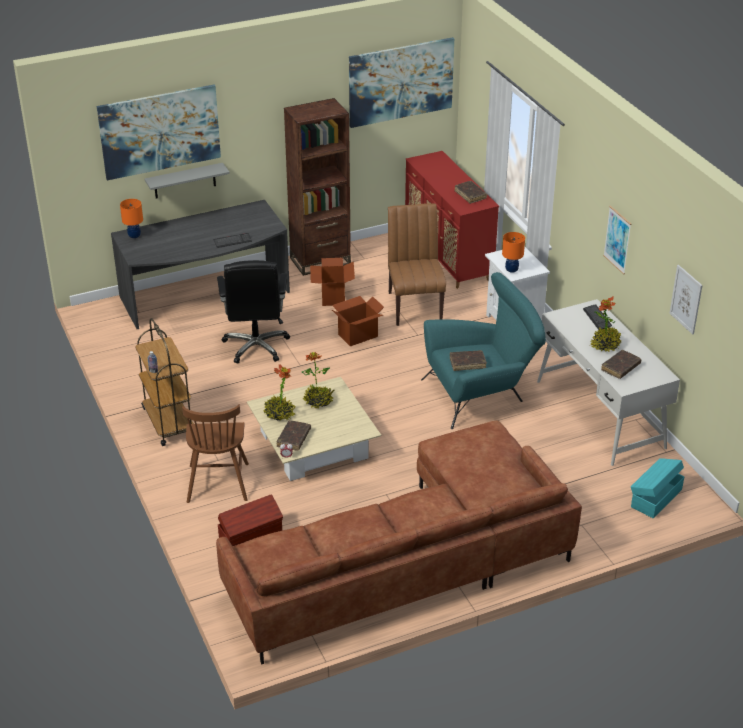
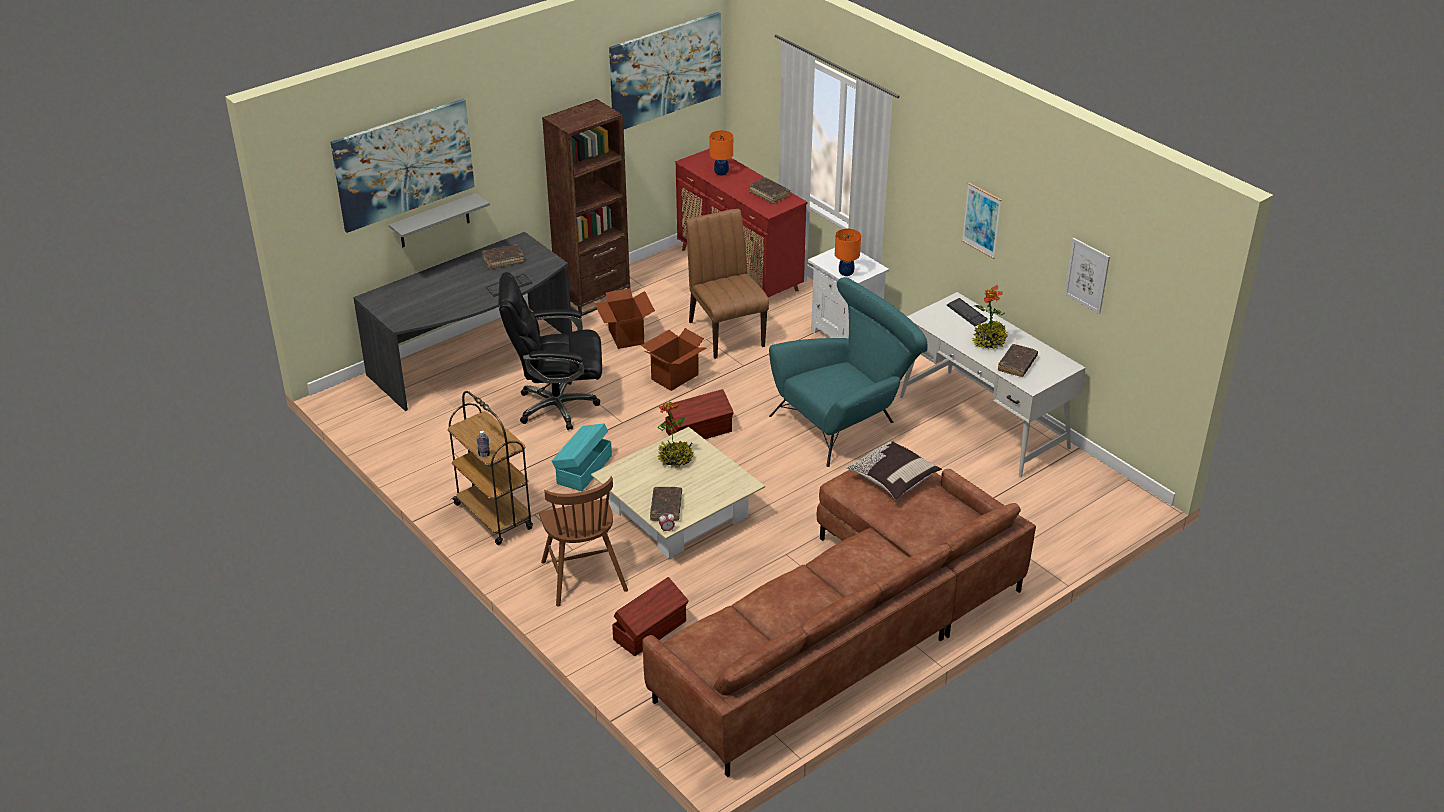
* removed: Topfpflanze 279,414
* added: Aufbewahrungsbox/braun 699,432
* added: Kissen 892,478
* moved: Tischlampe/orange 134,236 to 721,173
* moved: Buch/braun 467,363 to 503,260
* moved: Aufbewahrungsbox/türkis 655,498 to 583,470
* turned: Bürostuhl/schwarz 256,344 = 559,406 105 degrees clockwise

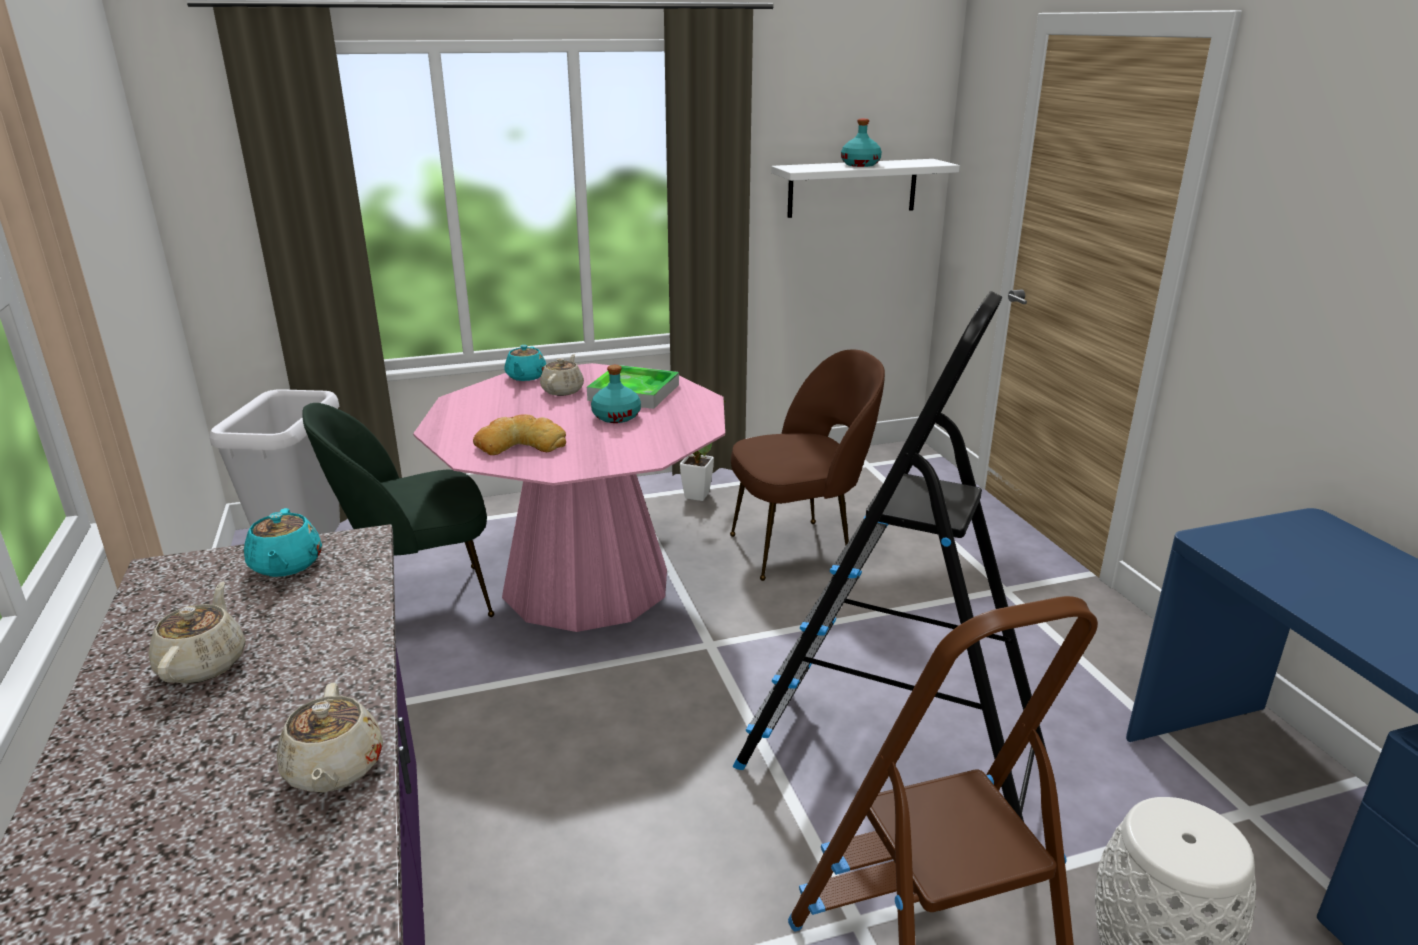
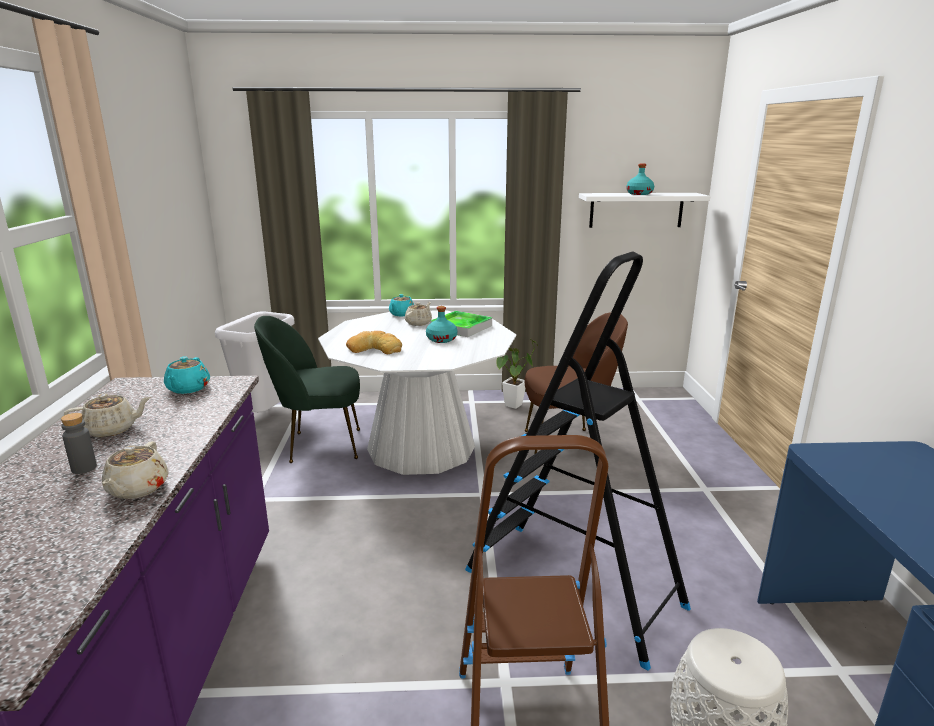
* added: Flasche/grau 84,468
* recoloured: Esstisch/rosa 586,583 to Esstisch/weiß 421,447
* turned: Teekanne/beige 204,664 = 112,429 60 degrees clockwise

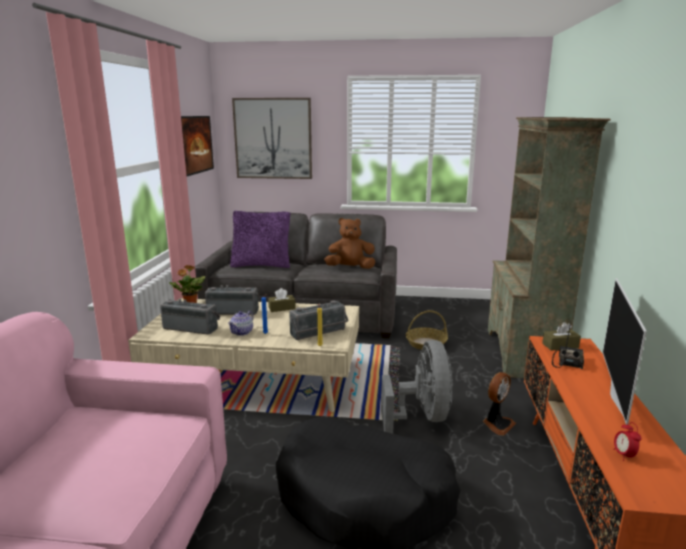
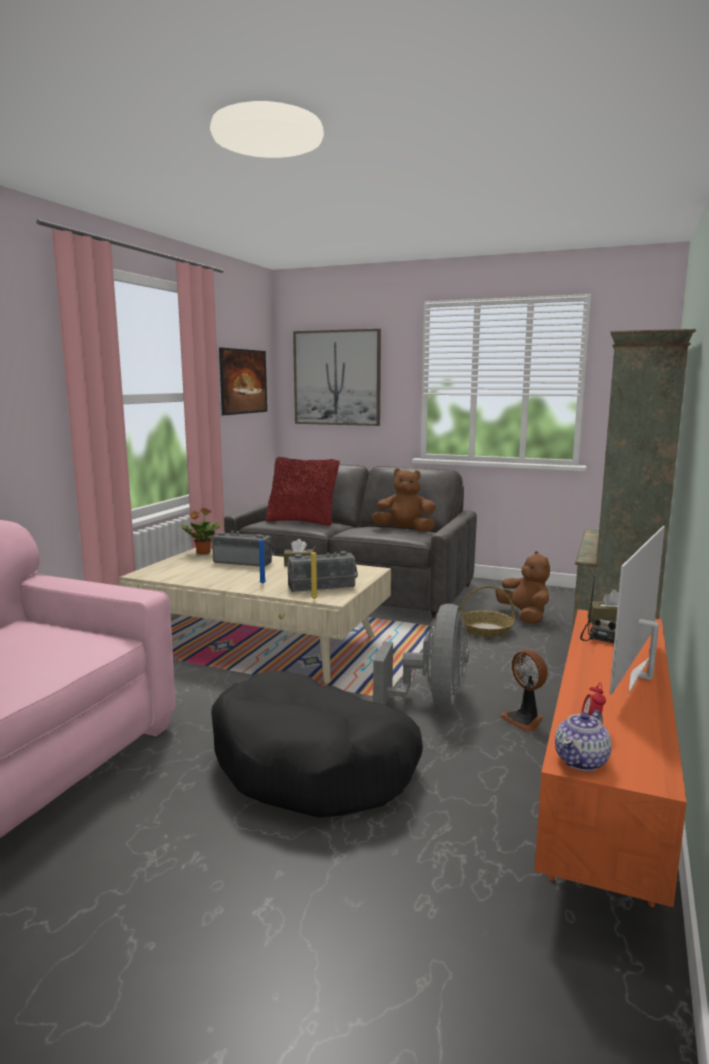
* removed: Radio 192,328
* added: Plüschtier/braun 524,616
* moved: Teekanne 242,332 to 582,761
* recoloured: Kissen/lila 262,264 to Kissen/rot 302,521
* turned: Ventilator 497,424 = 524,720 90 degrees clockwise

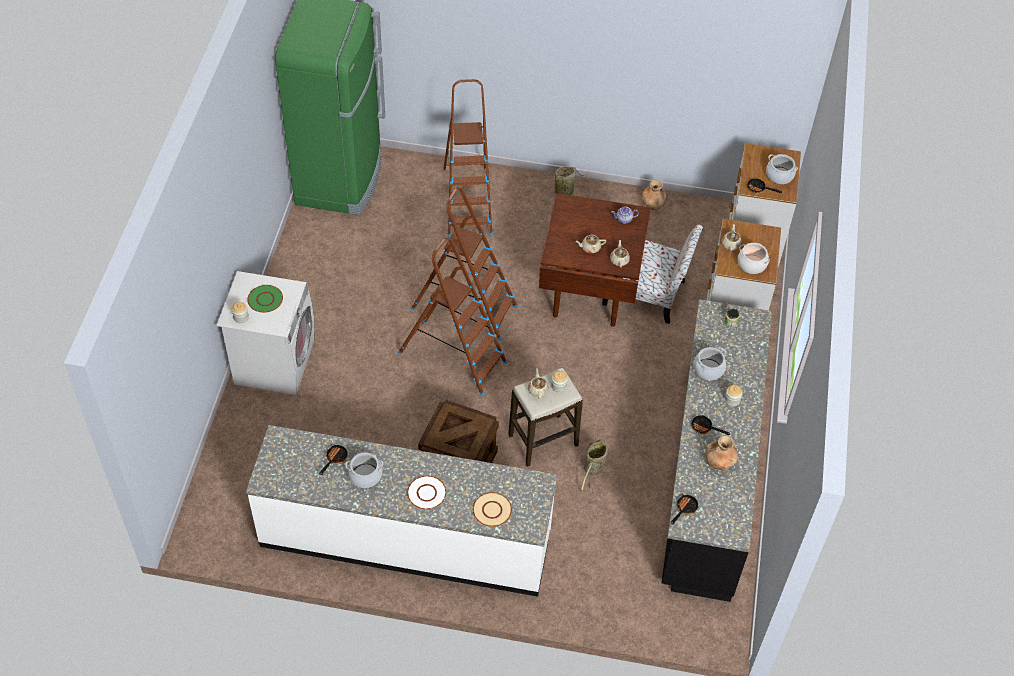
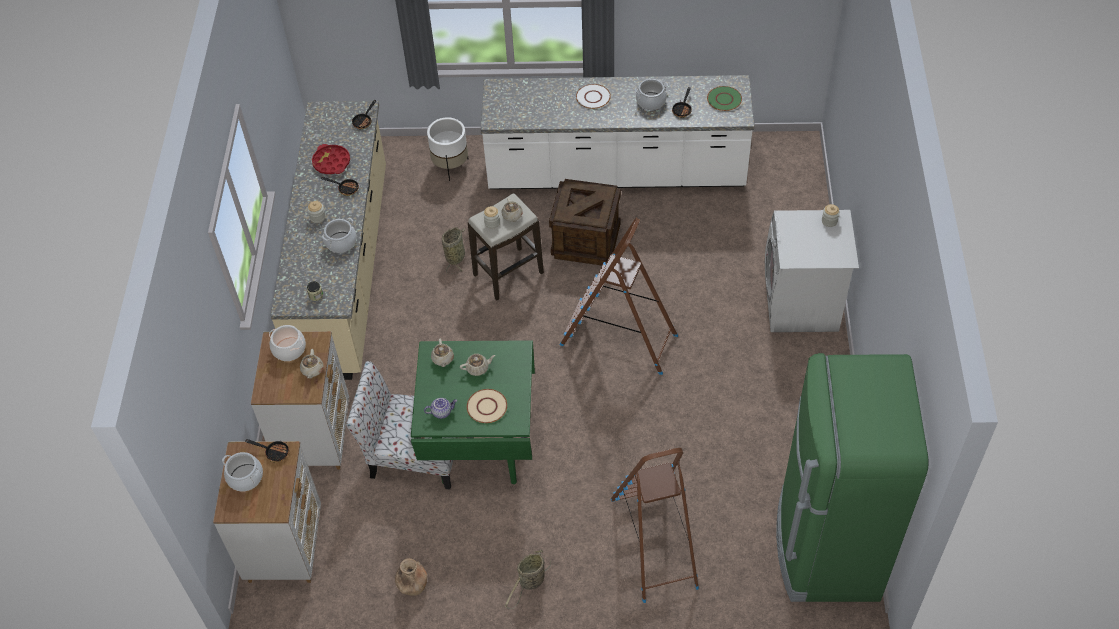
* removed: Trittleiter/braun 465,307
* added: Pflanzkübel/weiß 450,166
* moved: Teller/grün 265,299 to 724,99
* moved: Teller/beige 492,510 to 487,407
* replaced: Vase/braun 719,461 to Tablett/rot 331,162
* recoloured: Esstisch/braun 590,291 to Esstisch/grün 480,444
* recoloured: Küchenzeile/schwarz 707,474 to Küchenzeile/beige 345,270

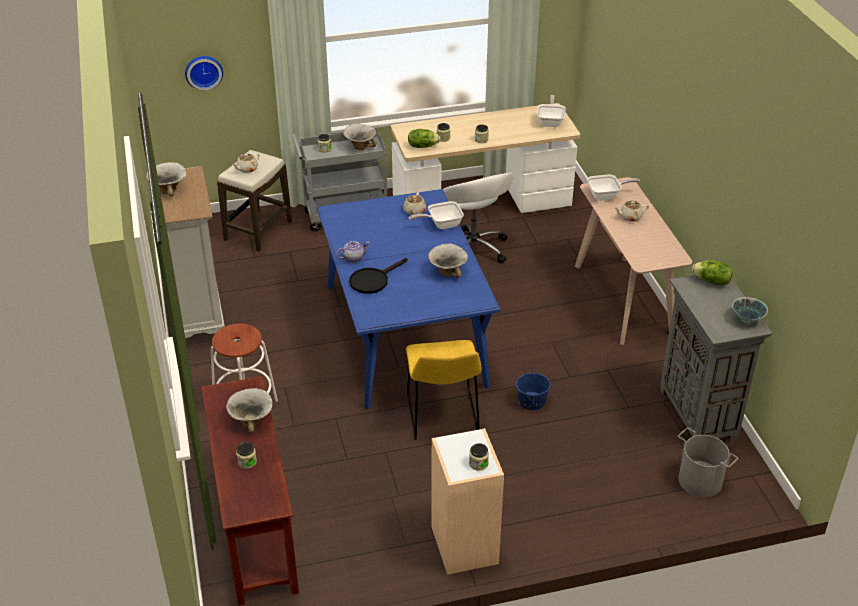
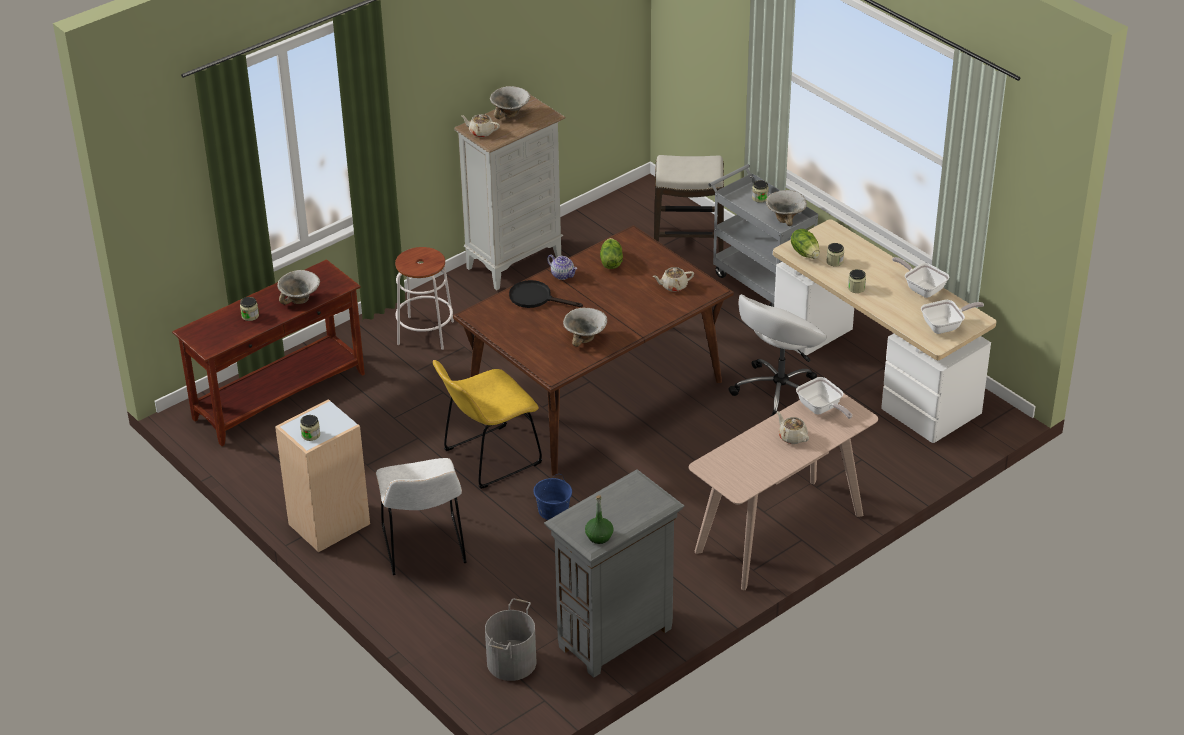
* removed: Wanduhr 203,71
* added: Stuhl/weiß 424,549
* moved: Teekanne/beige 247,169 to 481,132
* moved: Pfanne 441,224 to 922,288
* moved: Salatkopf 711,281 to 610,262
* replaced: Schüssel 747,319 to Flasche/grün 599,536
* recoloured: Esstisch/blau 403,334 to Esstisch/braun 595,393

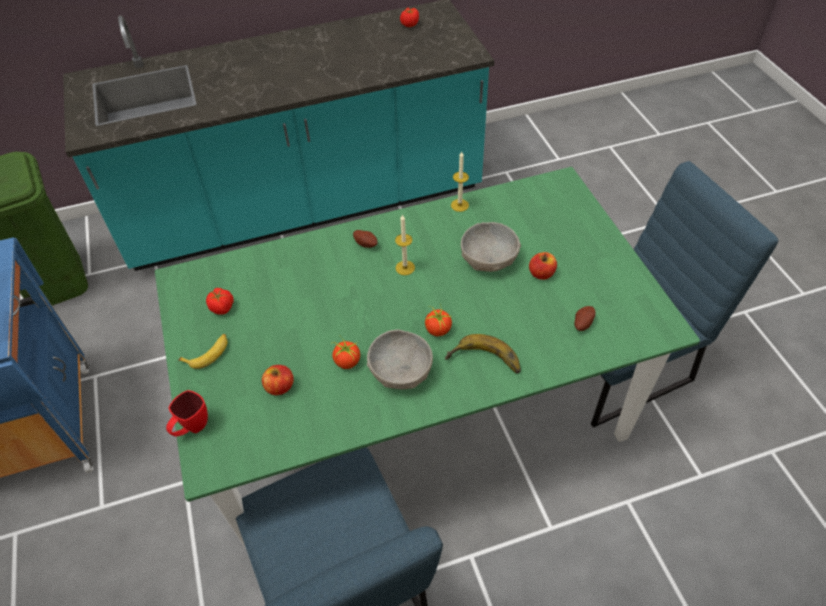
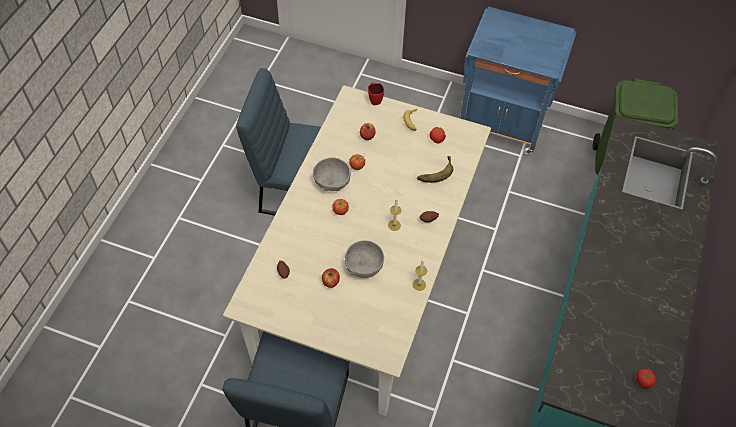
* moved: Banane 484,363 to 434,171
* recoloured: Esstisch/grün 417,414 to Esstisch/beige 364,279

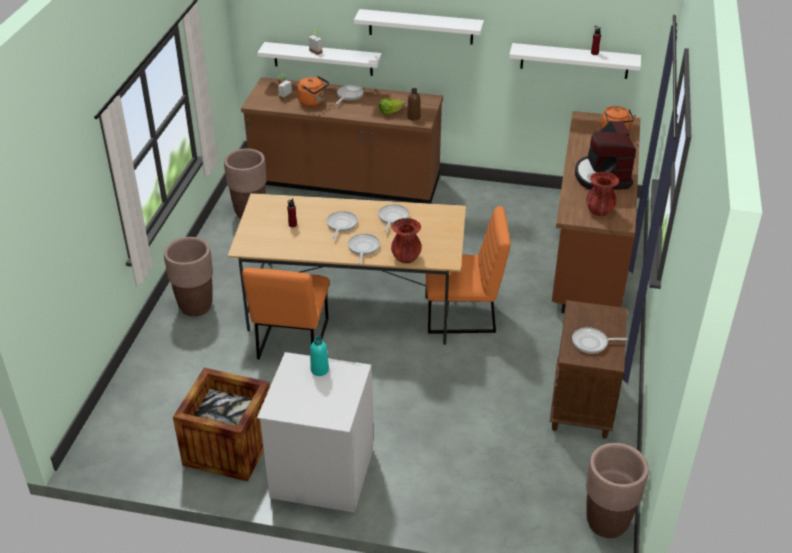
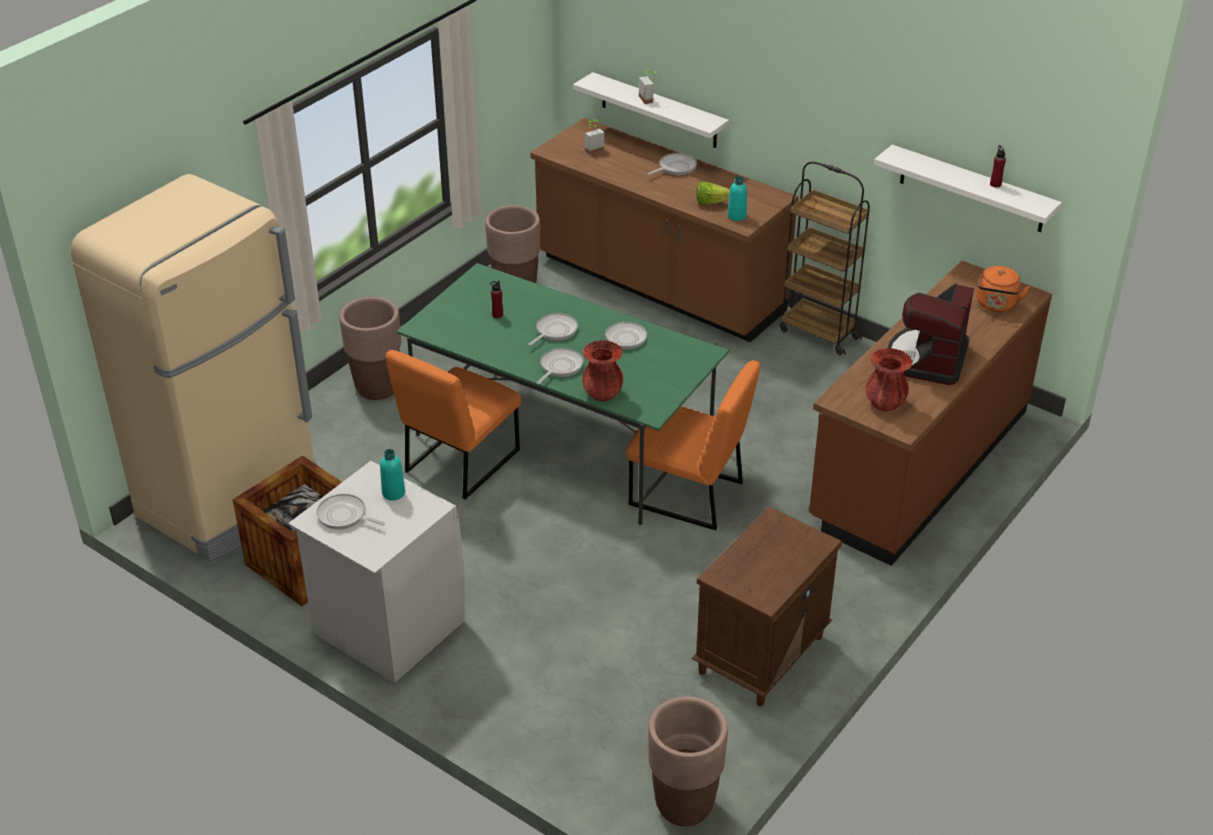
* removed: Wasserkessel/orange 313,102
* removed: Wandregal/weiß 420,26
* added: Kühlschrank/beige 231,500
* added: Rollwagen/braun 818,334
* moved: Pfanne 592,343 to 344,516
* recoloured: Esstisch/beige 353,302 to Esstisch/grün 563,438
* recoloured: Flasche/braun 413,117 to Flasche/türkis 736,216

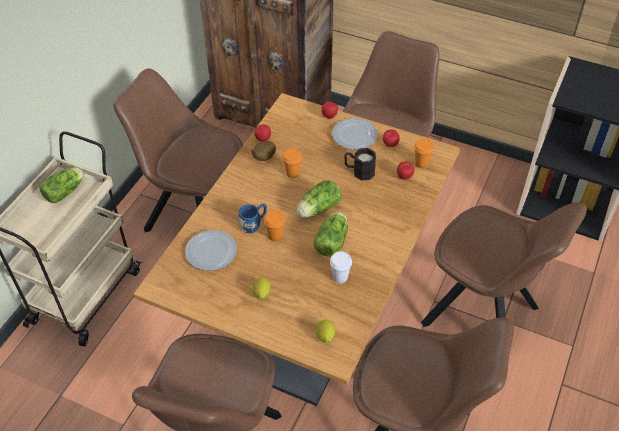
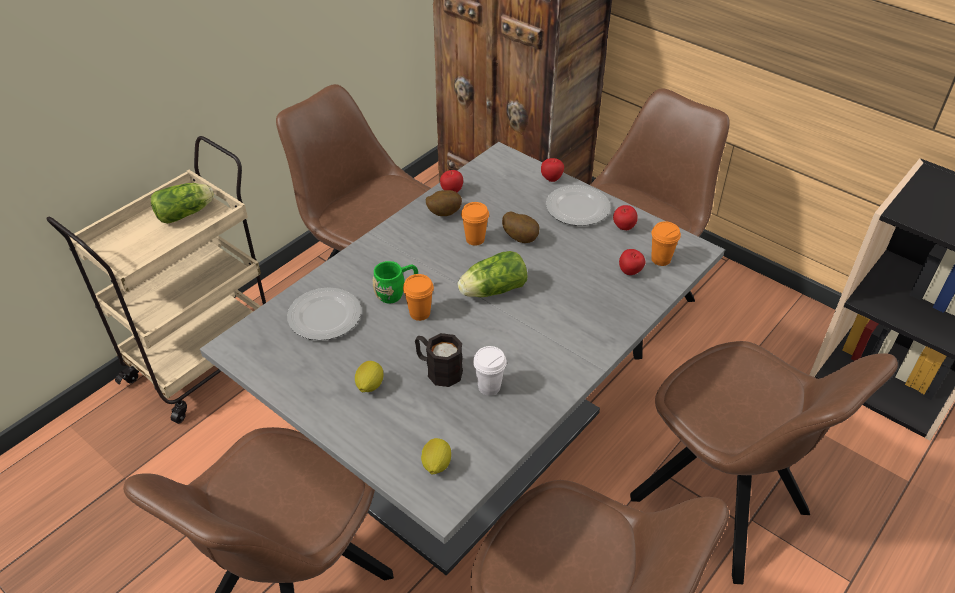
* removed: Salatkopf 332,240
* added: Kartoffel 521,238
* moved: Henkelbecher/schwarz 359,171 to 438,370
* recoloured: Esstisch/braun 310,317 to Esstisch/grau 477,452
* recoloured: Henkelbecher/blau 254,224 to Henkelbecher/grün 396,293

